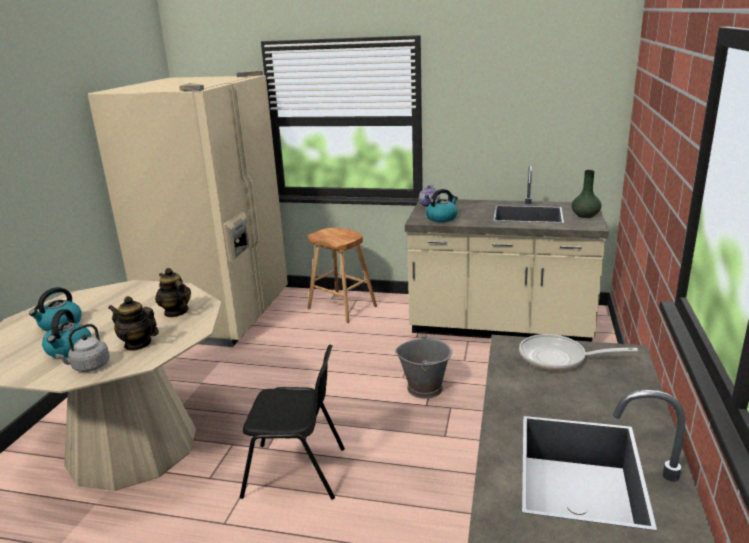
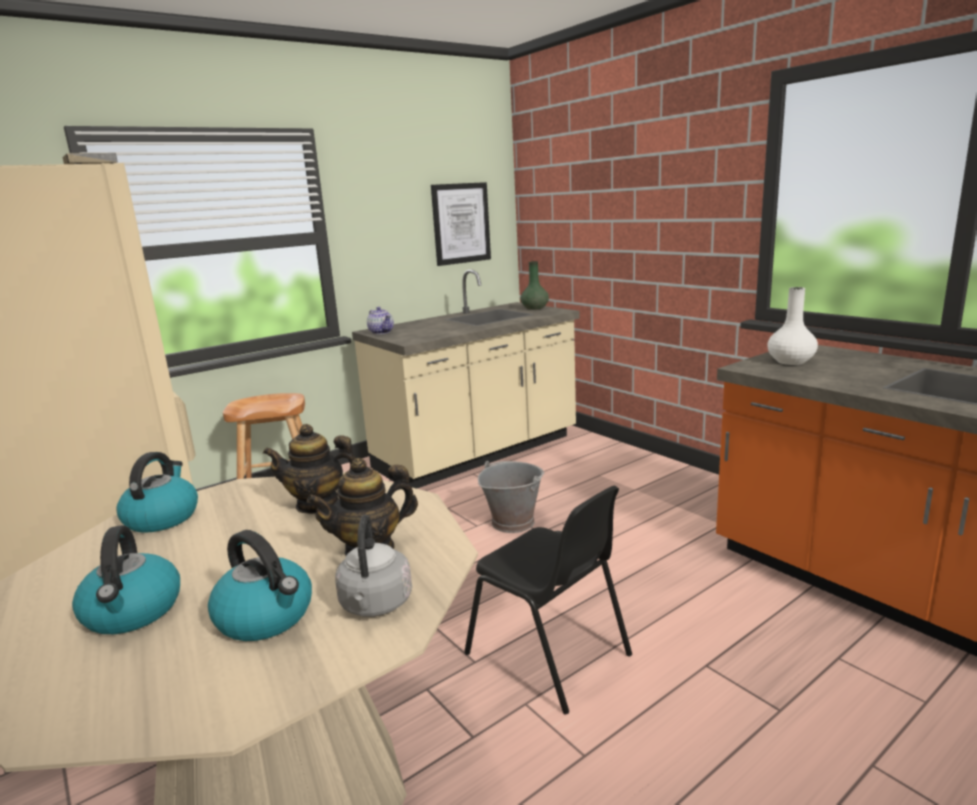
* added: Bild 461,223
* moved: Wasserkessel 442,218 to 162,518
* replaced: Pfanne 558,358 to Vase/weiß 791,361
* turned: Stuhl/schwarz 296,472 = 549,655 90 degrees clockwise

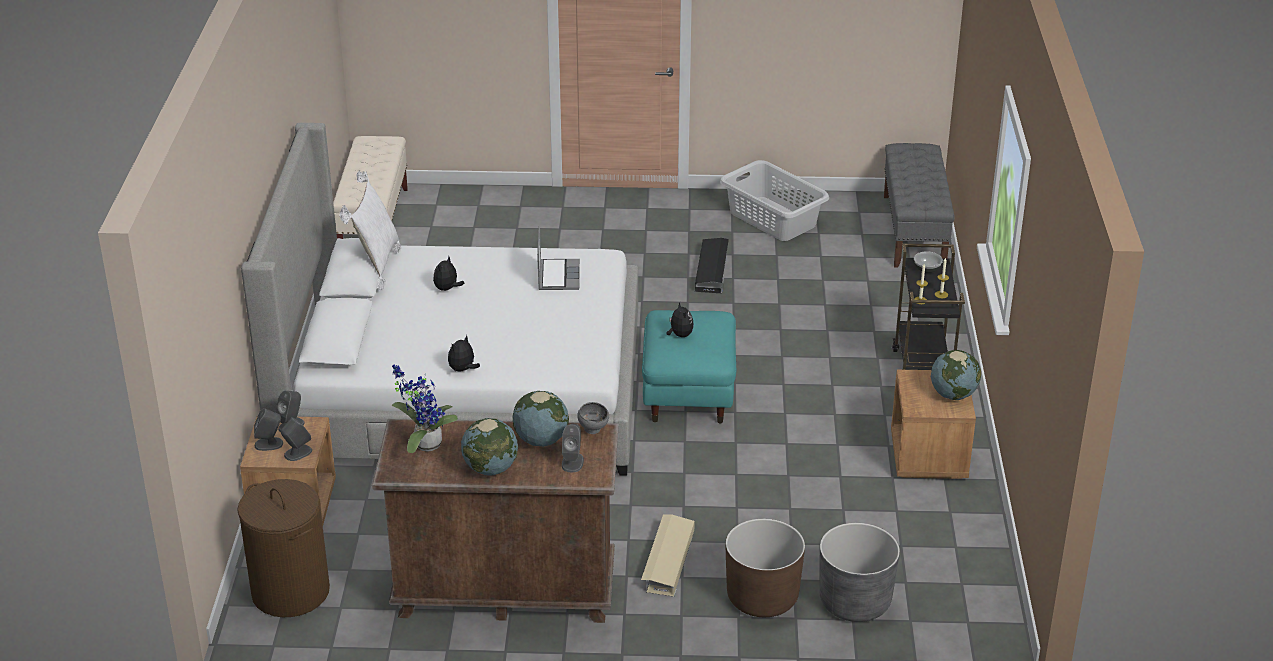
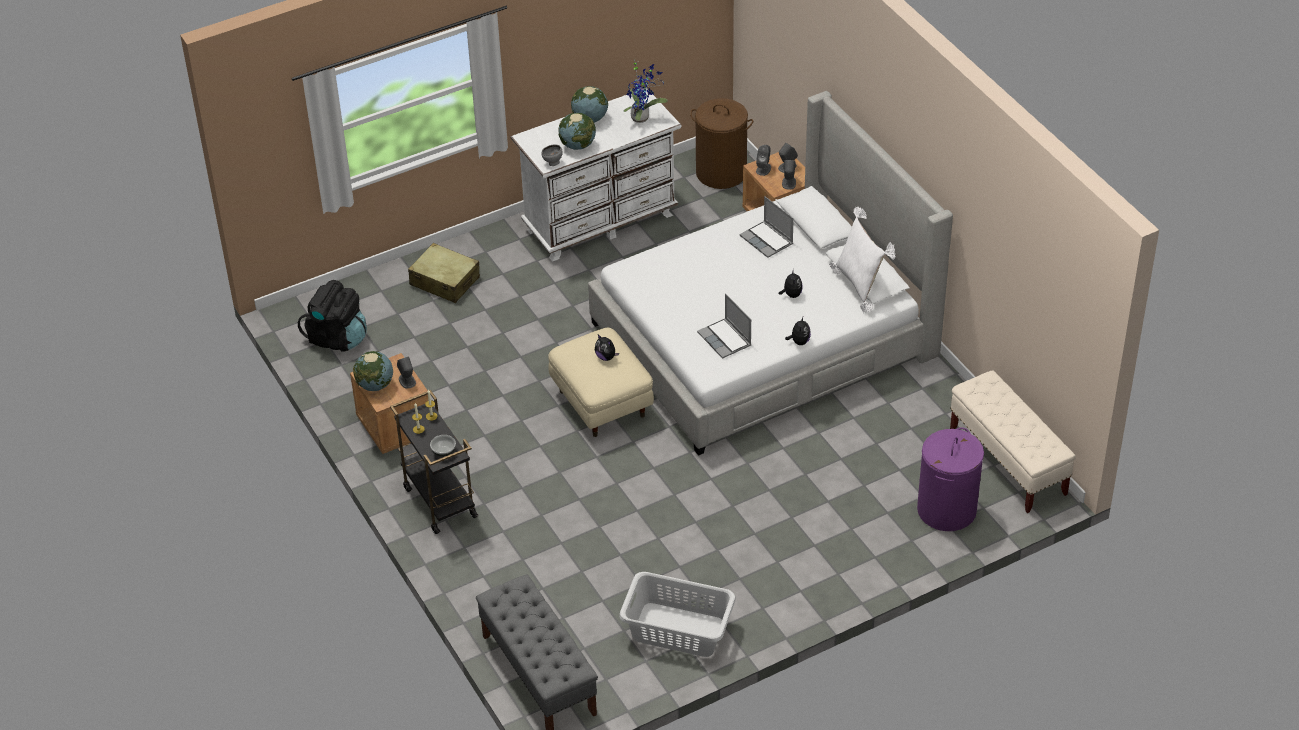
* removed: Aufbewahrungsbox/beige 667,560
* removed: Aufbewahrungsbox/schwarz 712,270
* removed: Pflanzkübel/grau 855,601
* added: Rucksack/schwarz 337,338
* added: Laptop 767,240
* added: Wäschekorb/lila 947,510
* moved: Plüschtier 463,370 to 799,342
* moved: Lautsprecher/grau 572,462 to 407,381
* replaced: Pflanzkübel/braun 762,597 to Koffer/beige 444,281
* recoloured: Kommode/braun 504,592 to Kommode/weiß 600,222
* recoloured: Polsterhocker/türkis 688,395 to Polsterhocker/beige 602,405

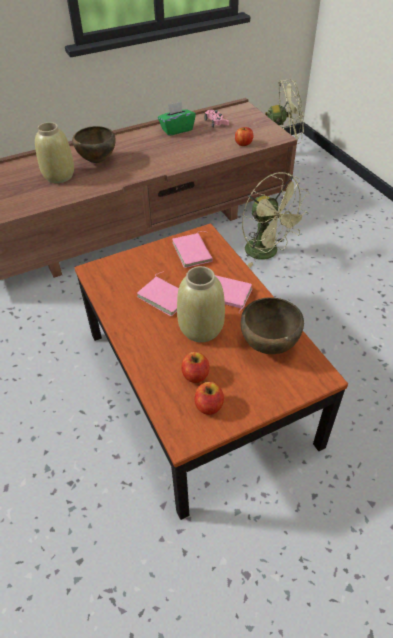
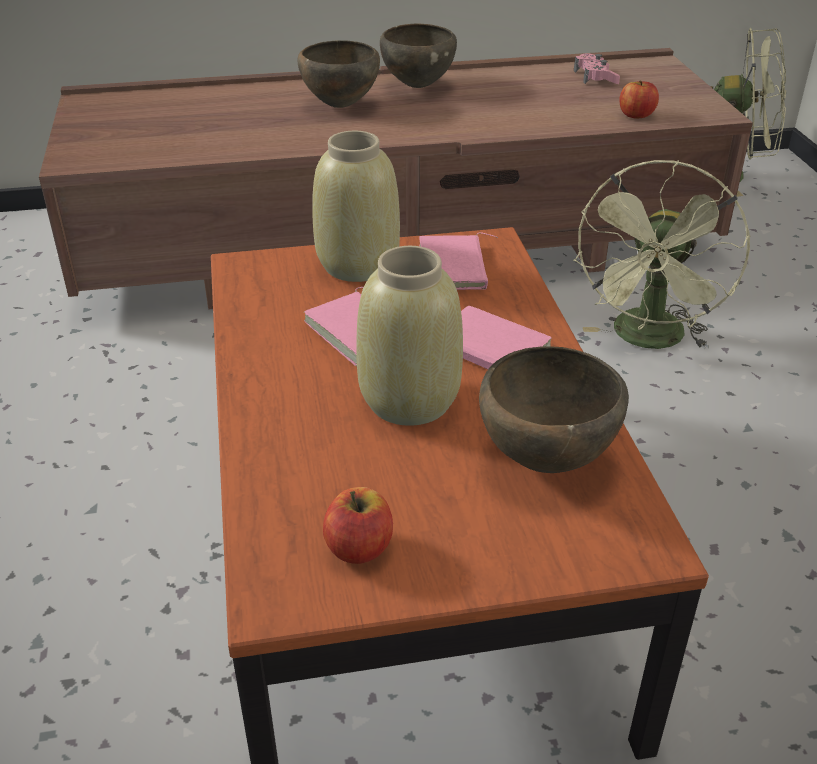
* removed: Taschentuchbox/grün 177,129
* removed: Apfel 195,375
* added: Schüssel/braun 417,86
* moved: Vase/beige 59,176 to 359,266
* turned: Ventilator/grün 267,253 = 648,340 45 degrees clockwise

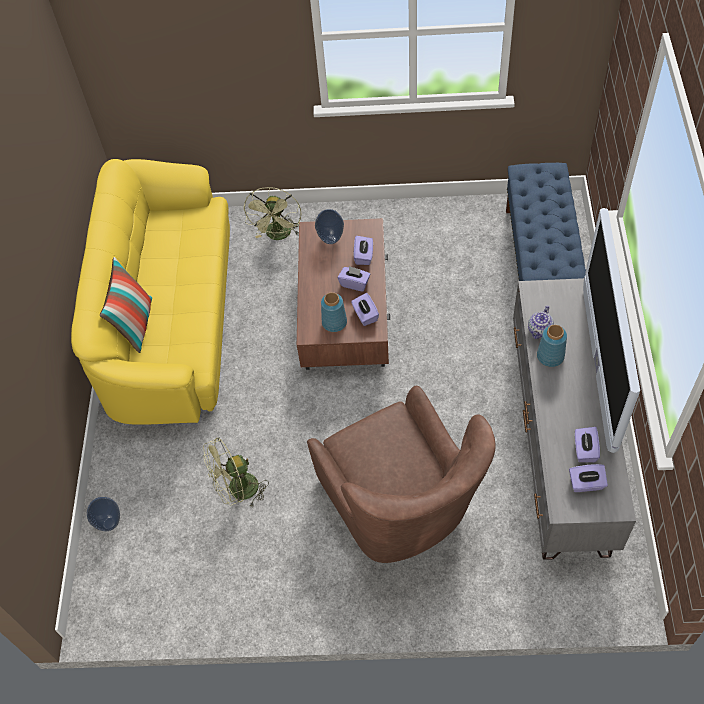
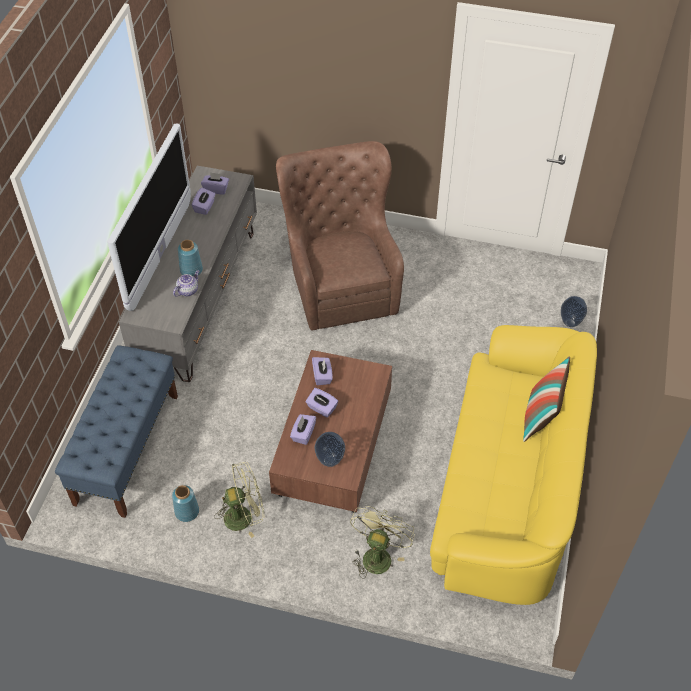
* moved: Ventilator/grün 238,491 to 244,516
* moved: Vase/blau 334,322 to 187,511

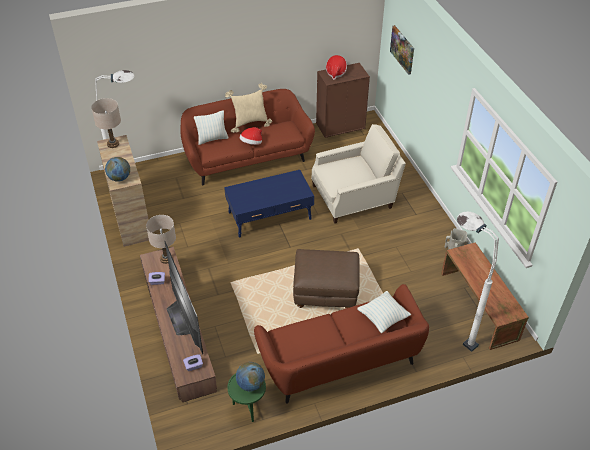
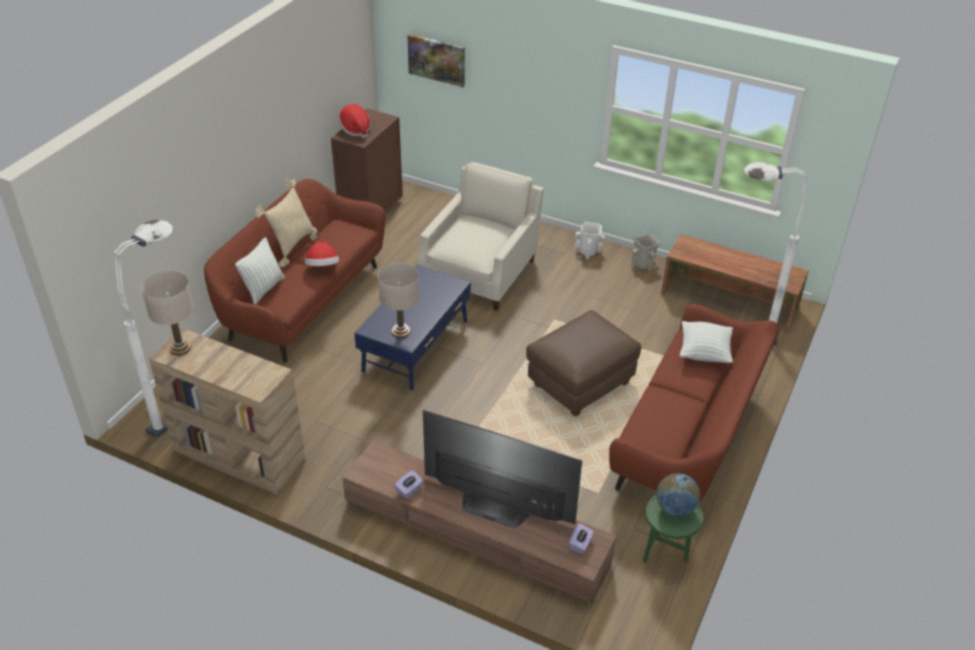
* removed: Globus 119,178
* added: Vase/weiß 588,252
* moved: Tischlampe/beige 166,259 to 400,332

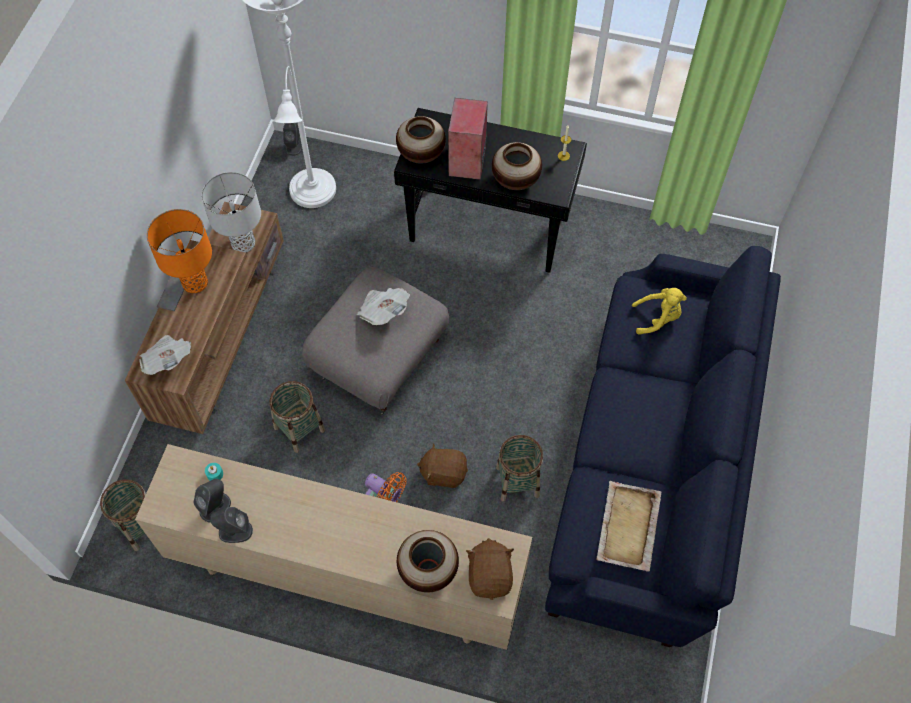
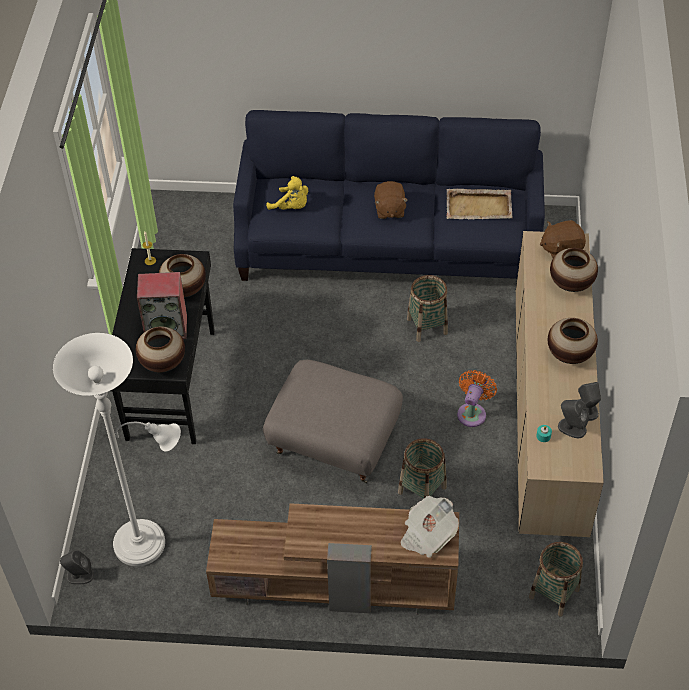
* removed: Tischlampe/orange 195,282
* removed: Tischlampe/weiß 243,243
* removed: Zeitung 383,311
* added: Vase 569,355
* moved: Plüschtier/braun 443,472 to 389,210
* turned: Plüschtier/gelb 658,318 = 291,207 135 degrees clockwise

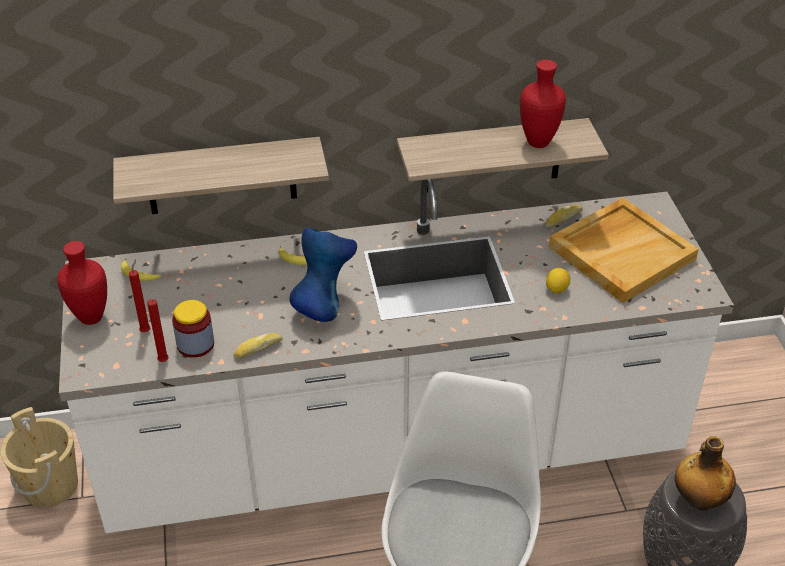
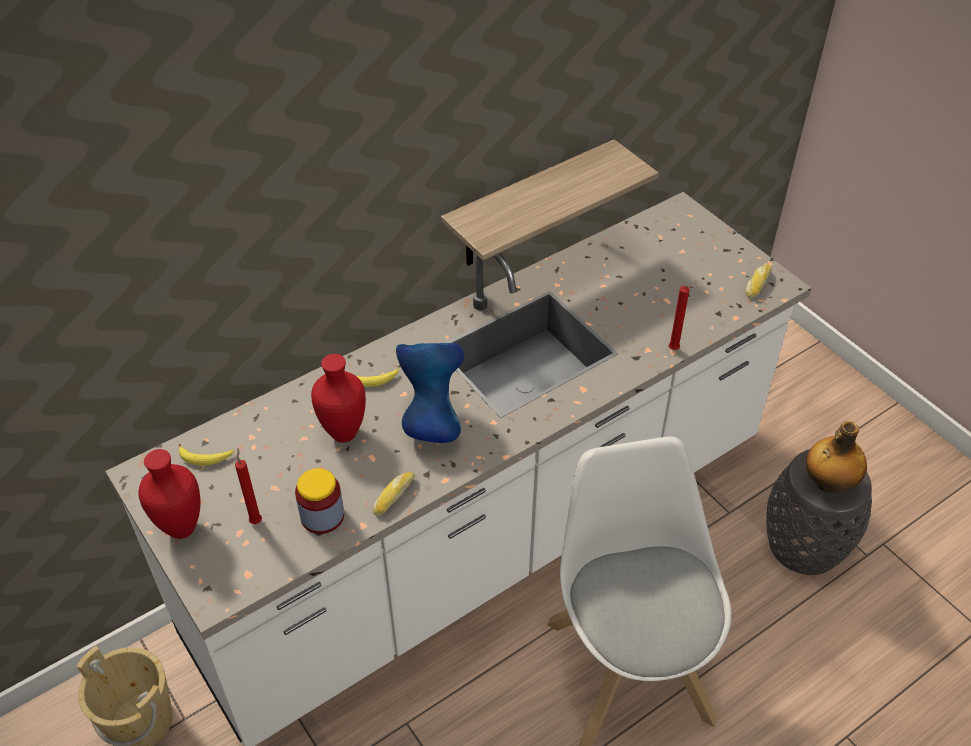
* removed: Wandregal 221,176
* removed: Zitrone 556,289
* removed: Tablett/beige 621,252
* moved: Kerze/rot 163,362 to 674,350
* moved: Vase/rot 537,143 to 343,435
* moved: Brot 562,219 to 757,284

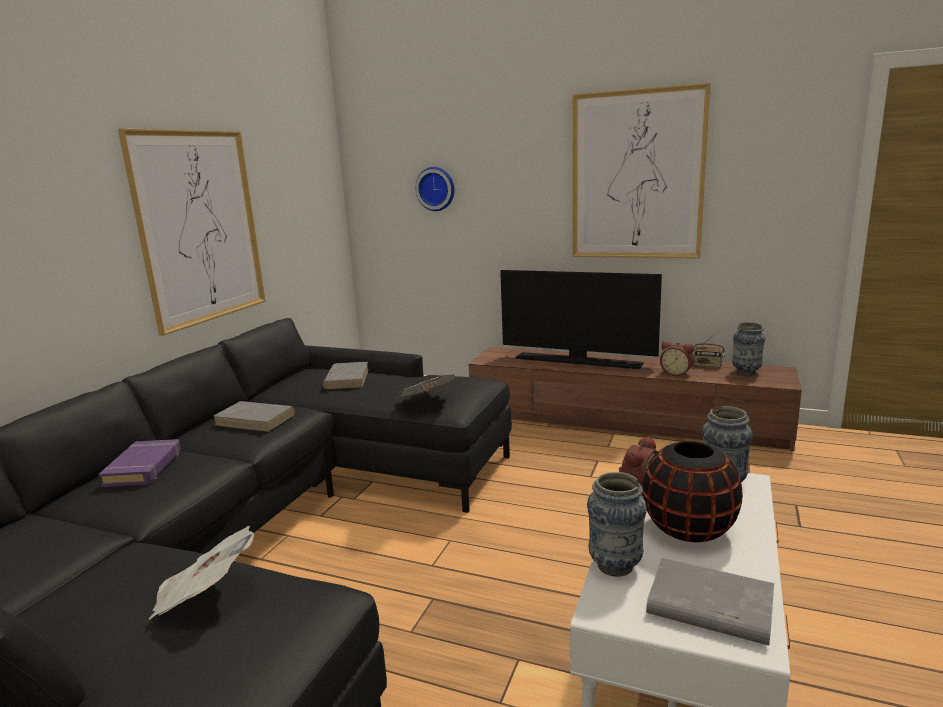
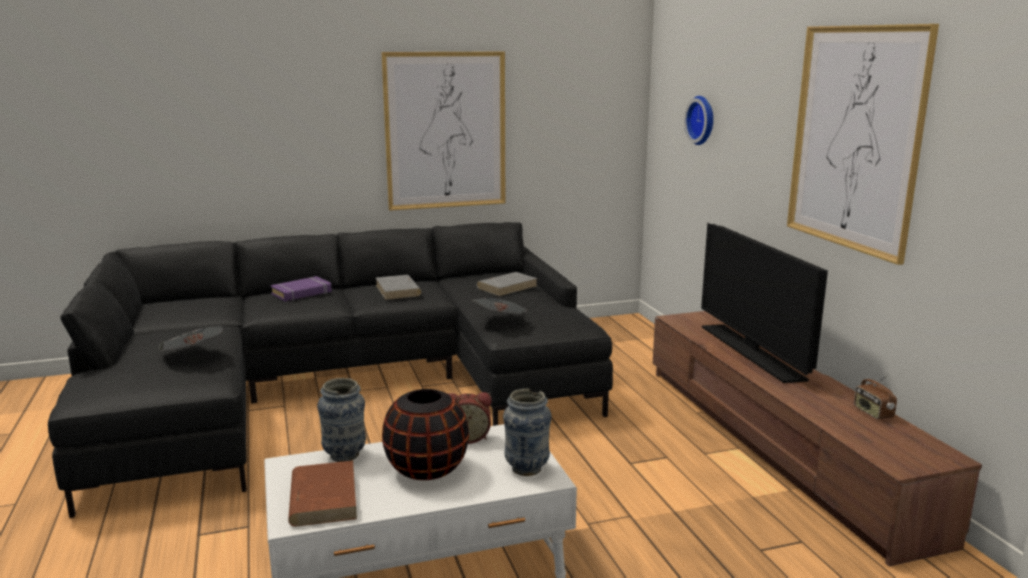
* removed: Wecker 676,373
* removed: Vase 746,372
* recoloured: Buch/grau 708,606 to Buch/braun 323,497

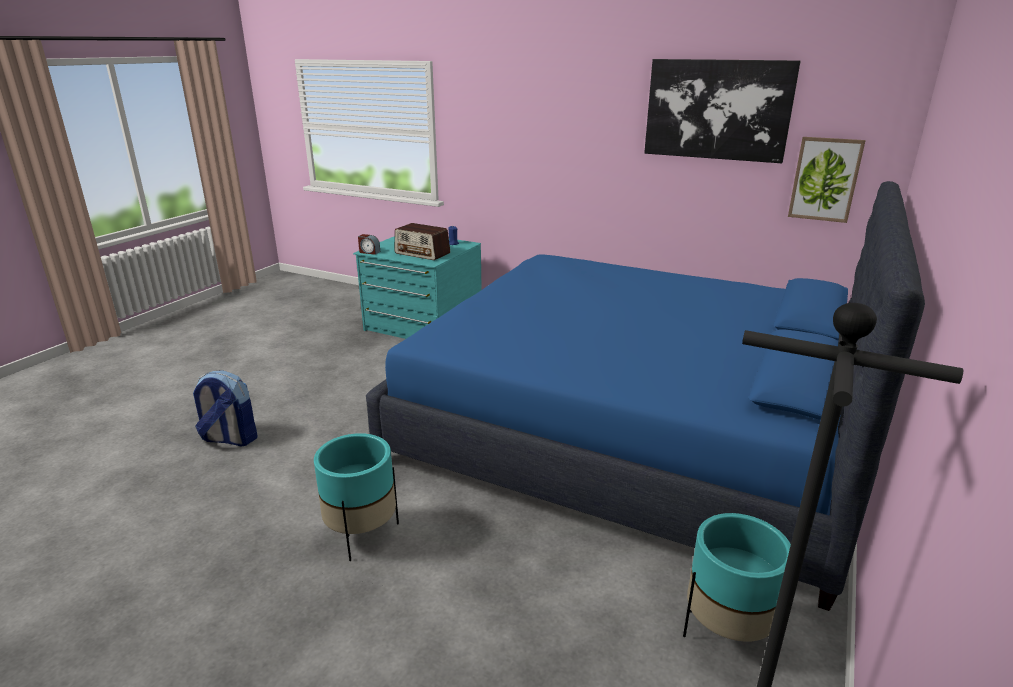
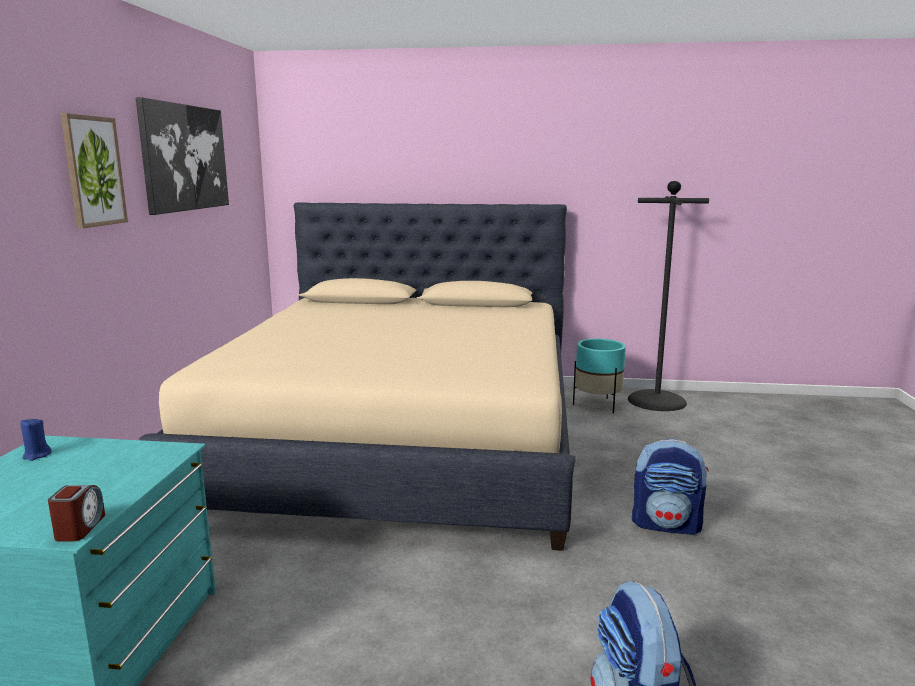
* removed: Radio 422,253
* moved: Bild 825,179 to 93,171
* replaced: Pflanzkübel/türkis 362,534 to Rucksack 667,525
* recoloured: Bett/blau 631,428 to Bett/beige 401,439

